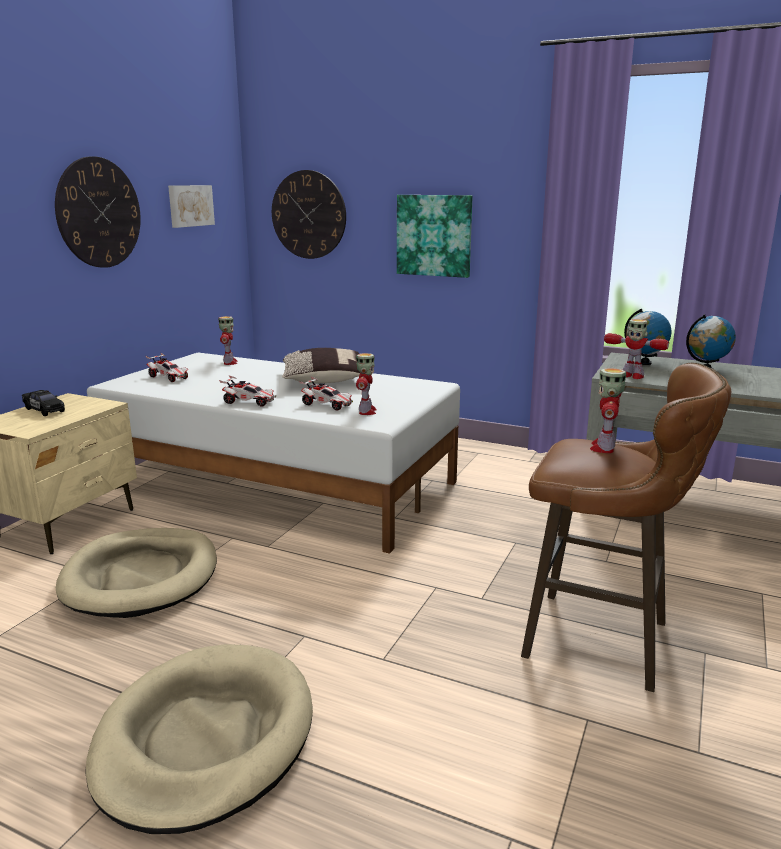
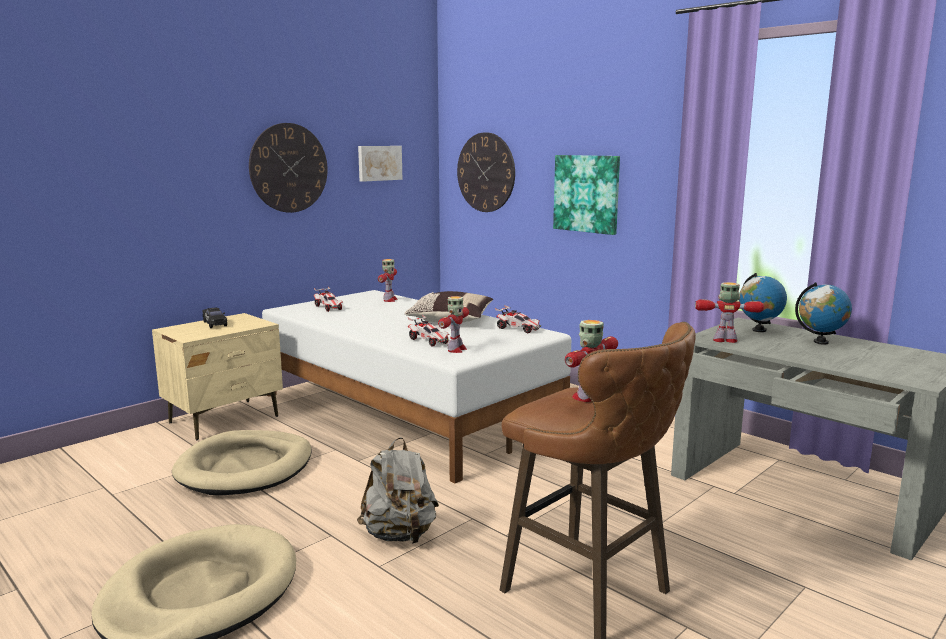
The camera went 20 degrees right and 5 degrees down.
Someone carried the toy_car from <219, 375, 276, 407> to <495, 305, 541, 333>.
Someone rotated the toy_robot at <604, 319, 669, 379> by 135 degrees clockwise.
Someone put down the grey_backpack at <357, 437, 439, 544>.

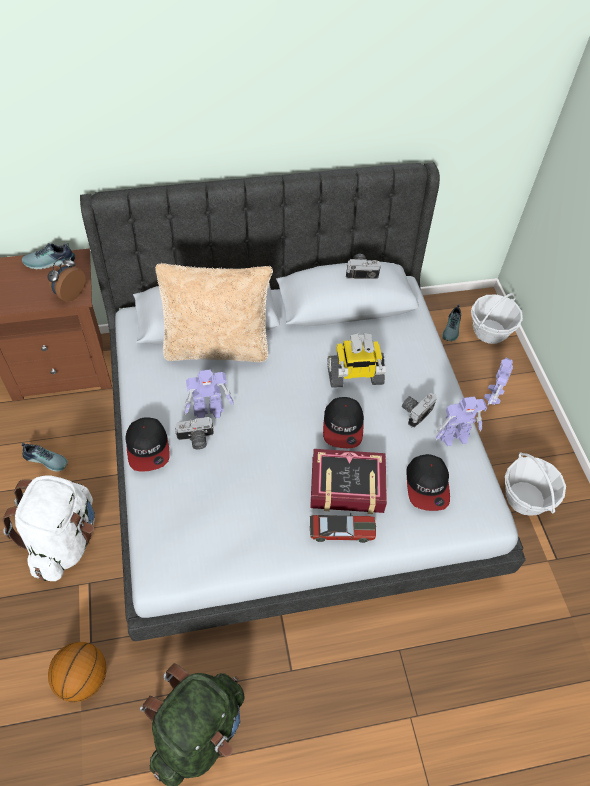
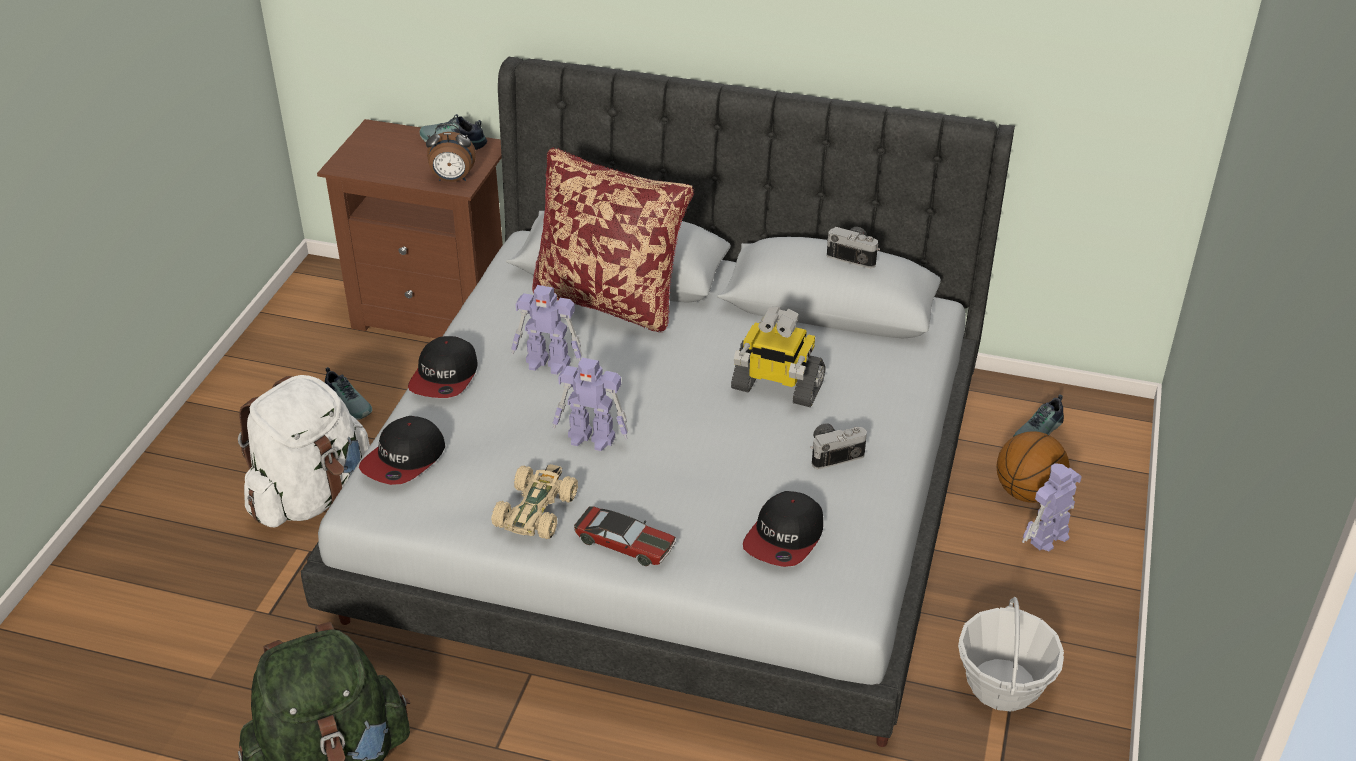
The camera went 30 degrees right and 15 degrees down.
Someone rotated the alarm_clock at <48, 257, 86, 302> by 150 degrees counterclockwise.
Someone carried the basketball from <48, 642, 107, 702> to <996, 431, 1070, 503>.
Someone repainted the beige_pillow at <155, 263, 273, 362>, which became the red_pillow at <532, 148, 694, 332>.
Someone took away the photo_camera at <175, 417, 214, 450>.
Someone took away the book at <310, 449, 387, 514>.
Someone carried the cap from <323, 397, 364, 448> to <359, 416, 445, 485>.
Someone carried the toy_robot from <435, 396, 487, 446> to <553, 357, 628, 451>.
Someone took away the basket at <471, 293, 523, 344>.
Someone put down the beige_toy_car at <491, 464, 578, 539>.

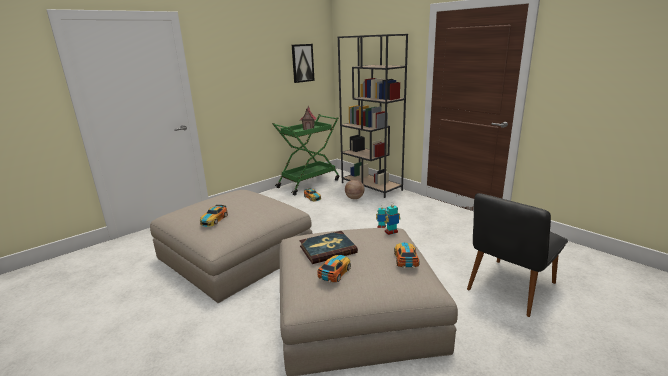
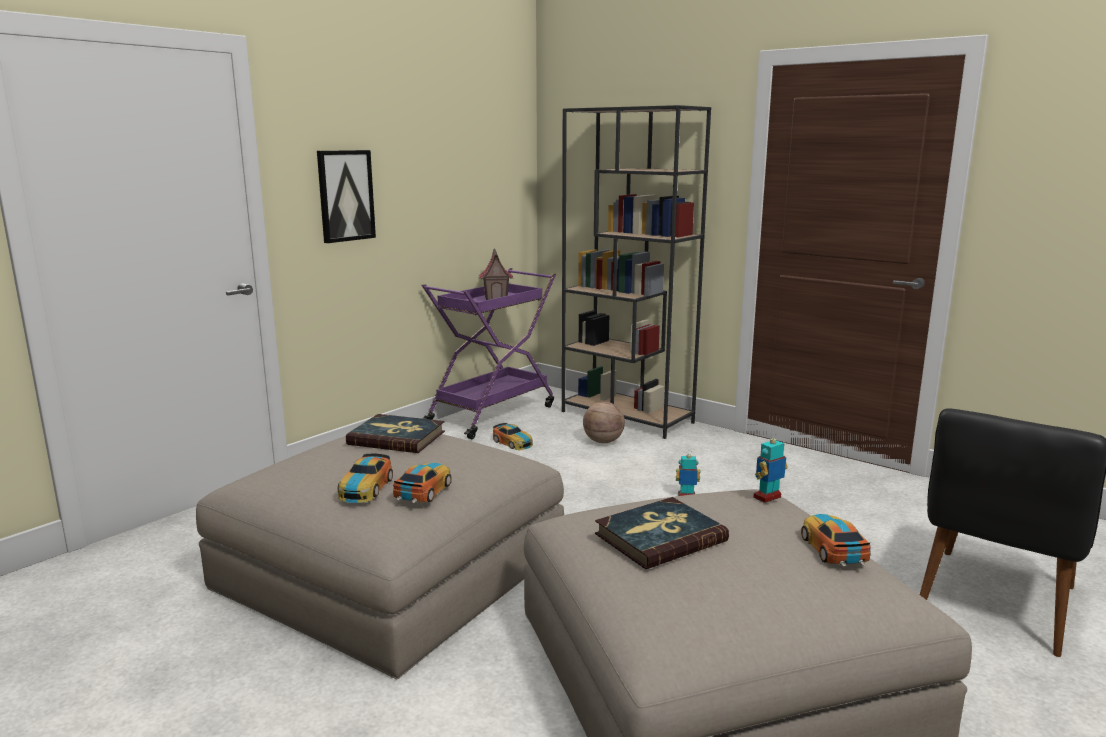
The camera went 10 degrees left and 5 degrees down.
Someone repainted the green_cart at <272, 114, 339, 195>, which became the purple_cart at <422, 268, 556, 439>.
Someone carried the picture from <292, 44, 314, 83> to <317, 150, 376, 243>.
Someone carried the toy_car from <317, 255, 351, 283> to <393, 463, 452, 503>.
Someone put down the book at <346, 414, 445, 453>.

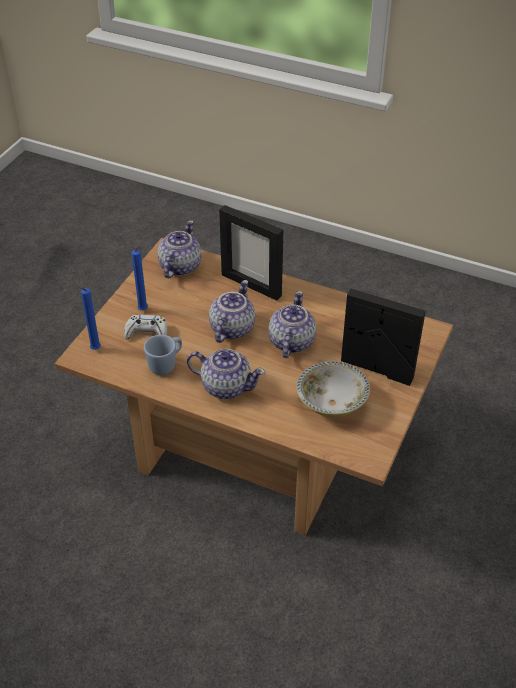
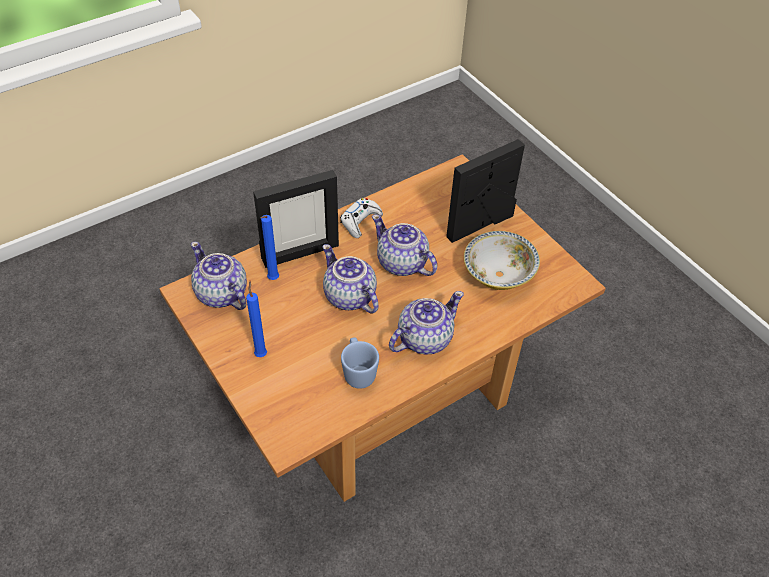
The camera went 60 degrees left and 5 degrees up.
Someone carried the blue_candle from <74, 285, 101, 350> to <261, 215, 279, 280>.
Someone carried the white_game_controller from <124, 315, 167, 340> to <340, 198, 383, 238>.

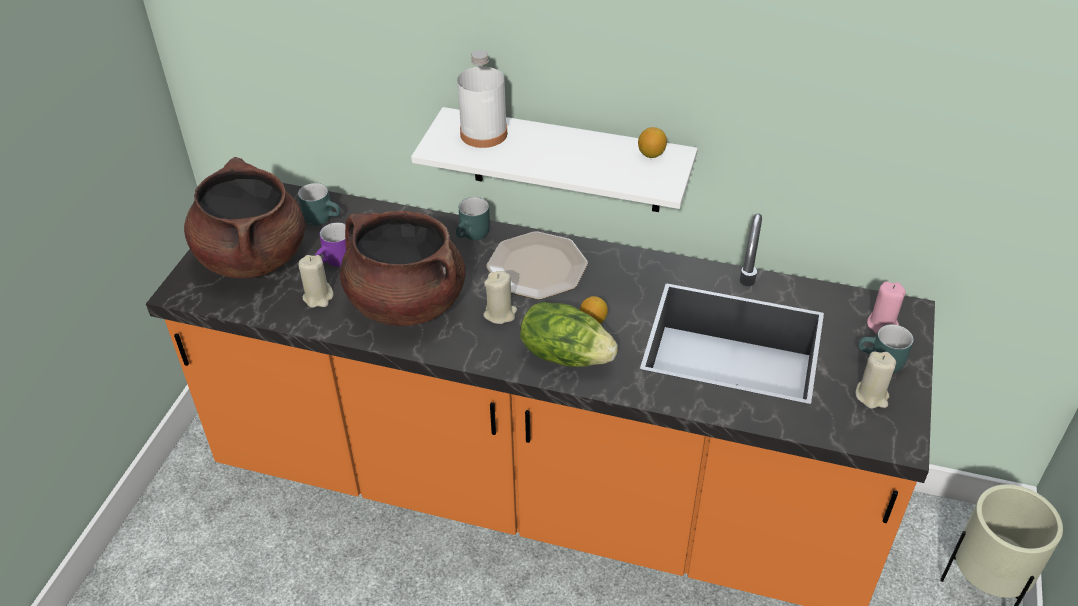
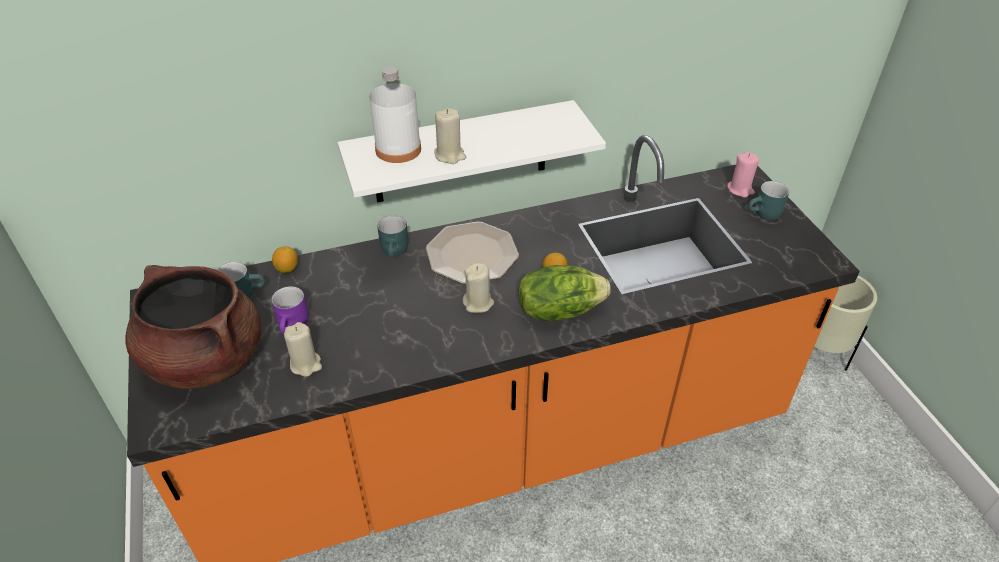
The camera went 35 degrees left and 0 degrees up.
Someone took away the brown_cooking_pot at <340, 211, 466, 326>.
Someone carried the lemon from <638, 127, 667, 158> to <272, 246, 298, 273>.
Someone carried the beige_candle from <856, 351, 896, 409> to <434, 108, 466, 164>.

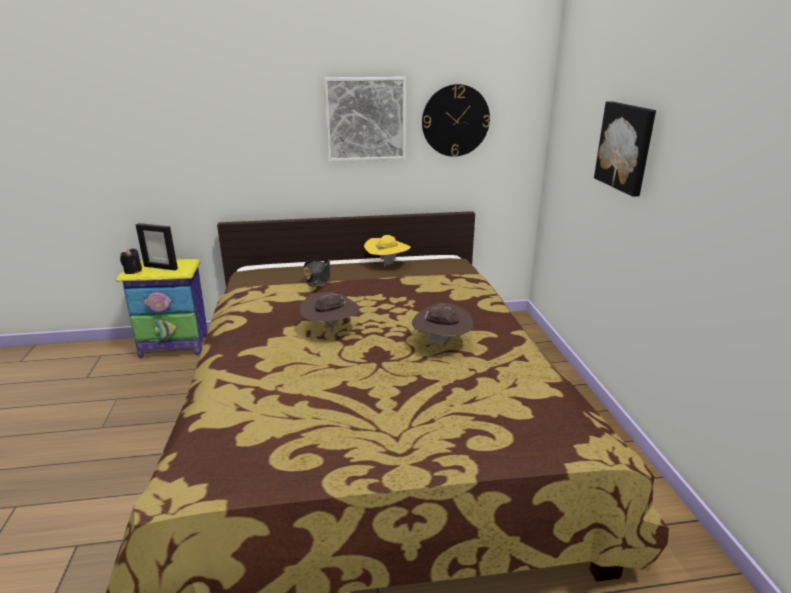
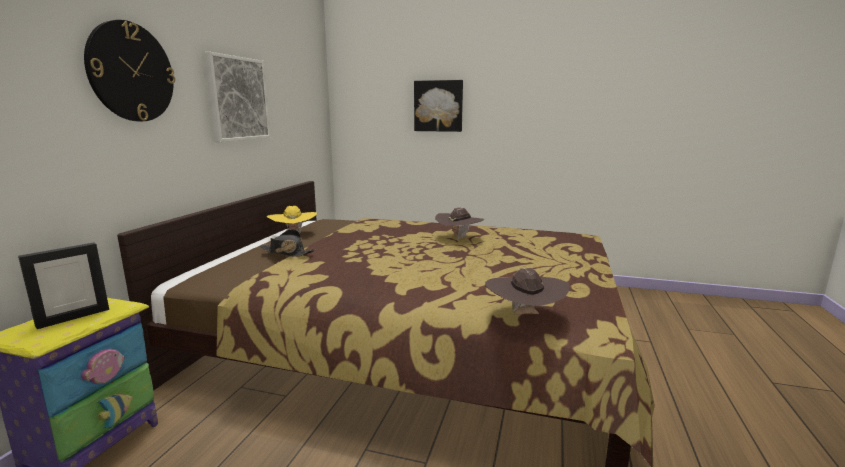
The camera went 65 degrees left and 10 degrees down.
Someone took away the black_candle at <120, 248, 142, 274>.
Someone carried the brown_hat from <300, 292, 359, 332> to <485, 268, 570, 315>.
Someone carried the wall_clock from <422, 84, 490, 157> to <84, 20, 175, 121>.

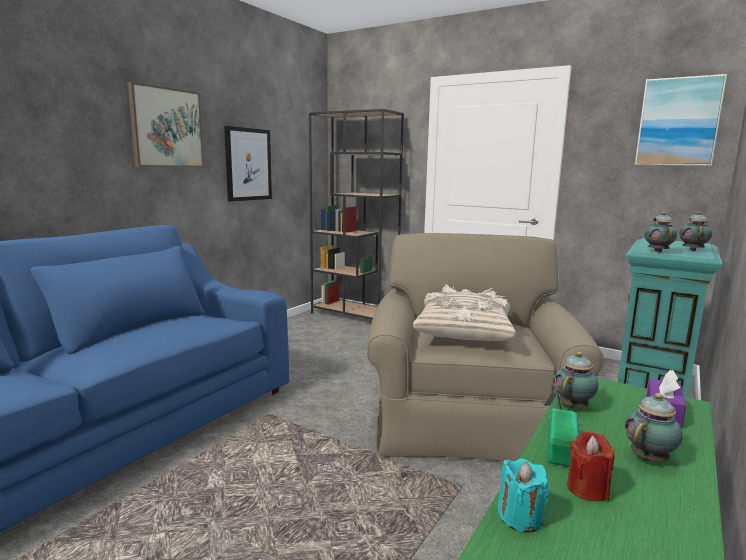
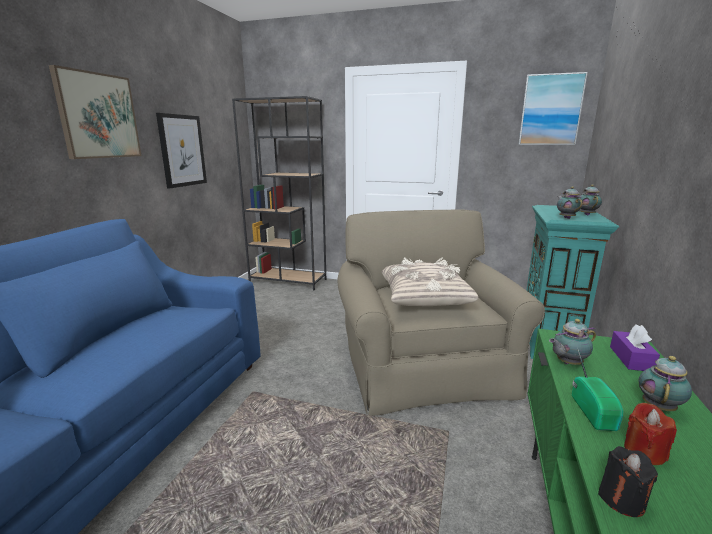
The camera went 15 degrees left and 5 degrees up.
Someone repainted the turquoise_candle at <498, 459, 550, 533>, which became the black_candle at <598, 446, 658, 517>.
Someone rotated the teapot at <554, 352, 598, 408> by 135 degrees counterclockwise.

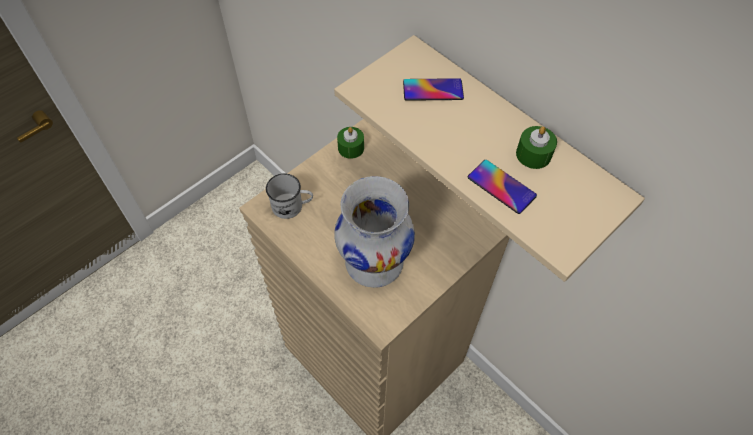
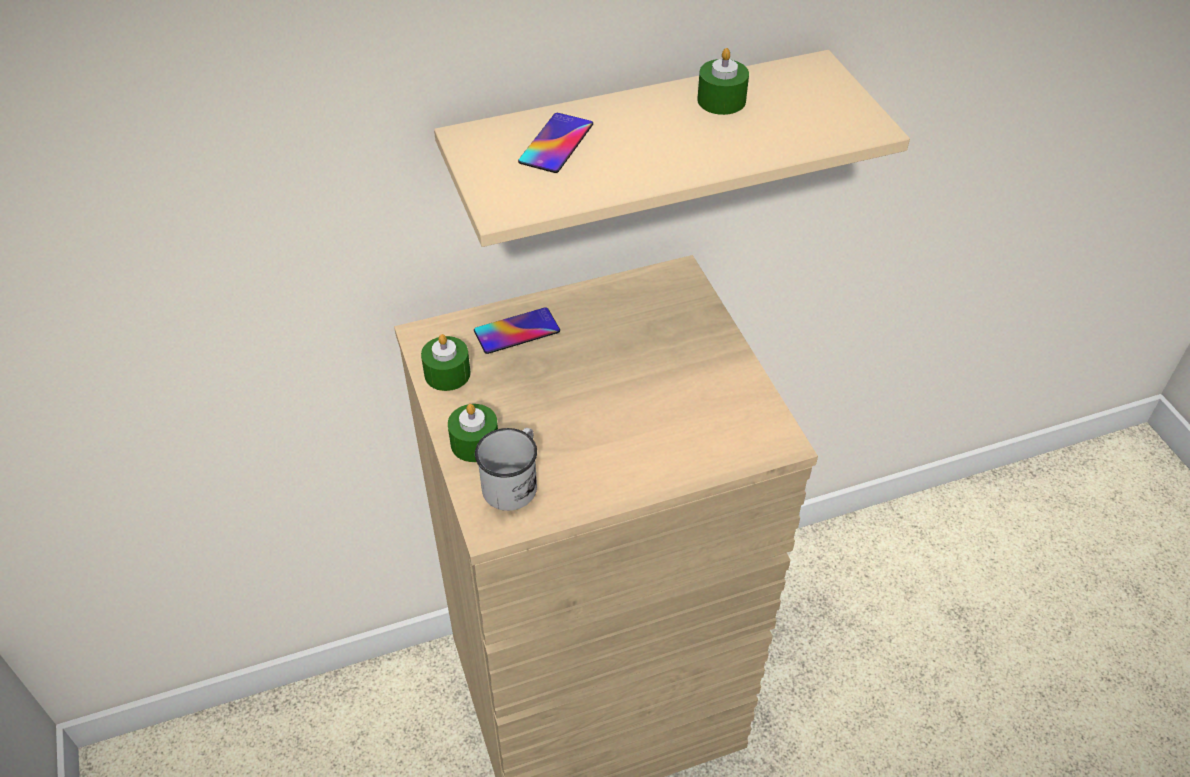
The camera went 65 degrees left and 10 degrees down.
Someone took away the white_vase at <334, 176, 415, 288>.
Someone carried the phone from <468, 160, 537, 214> to <474, 307, 560, 354>.
Someone put down the green_candle at <448, 404, 498, 462>.

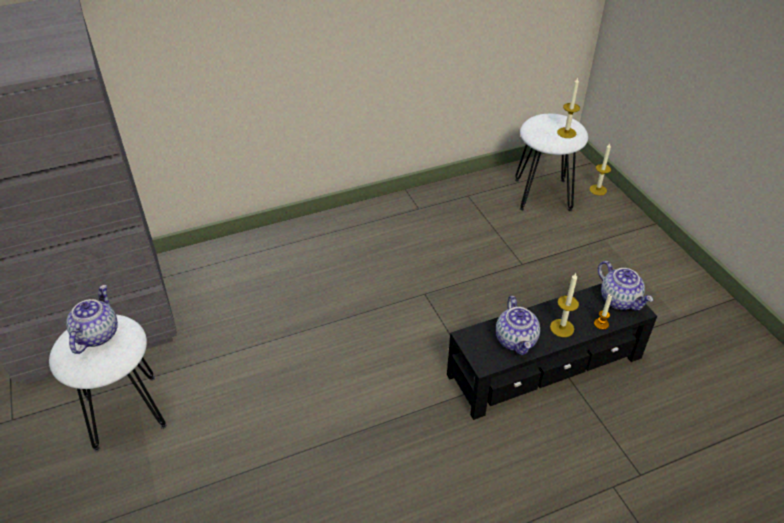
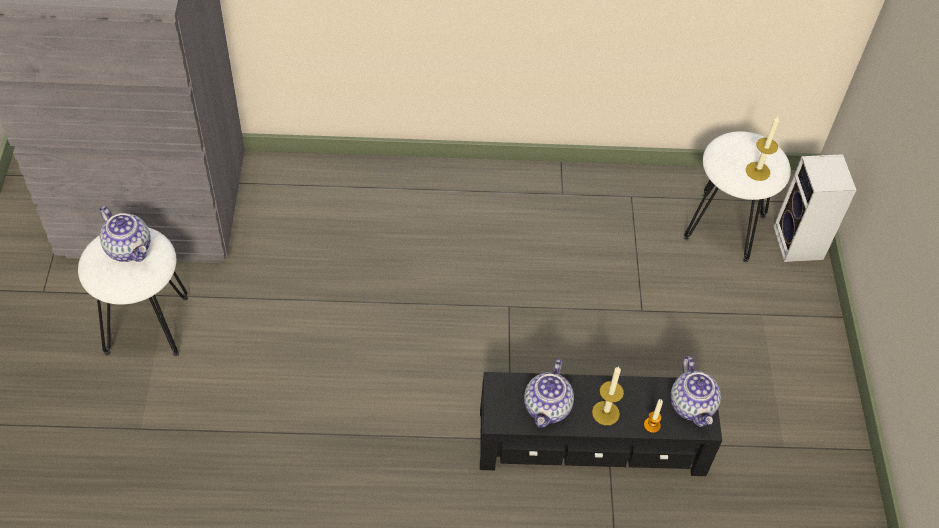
The camera went 20 degrees right and 10 degrees up.
Someone rotated the teapot at <66, 285, 118, 354> by 105 degrees clockwise.
Someone swapped the candle at <589, 143, 611, 195> for the speaker at <773, 154, 856, 262>.

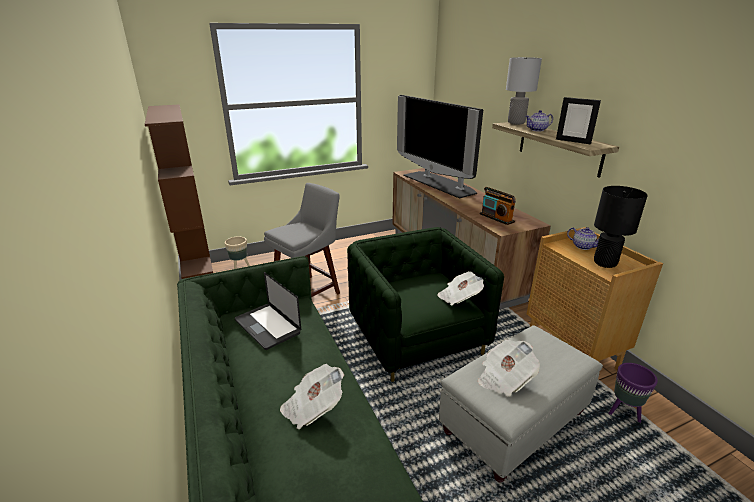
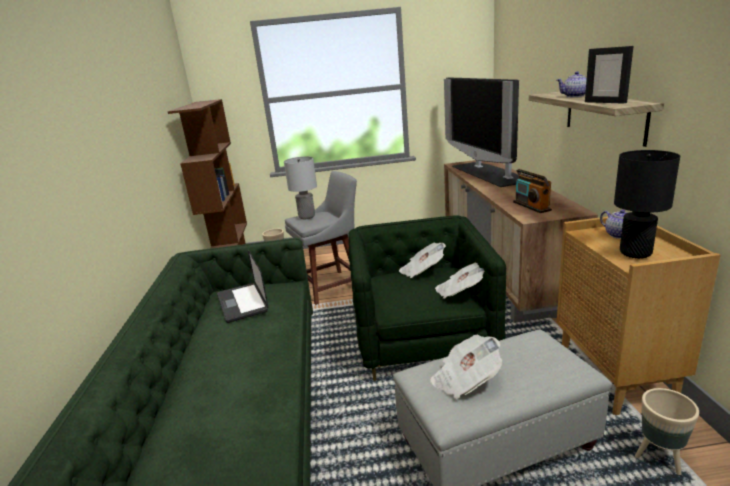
The camera went 20 degrees right and 5 degrees down.
Someone carried the newspaper from <280, 364, 344, 429> to <399, 243, 446, 278>.
Someone carried the grey_table_lamp from <506, 57, 542, 125> to <284, 156, 317, 220>.
Someone repainted the purple_planter at <609, 363, 658, 423>, which became the beige_planter at <635, 388, 699, 475>.

